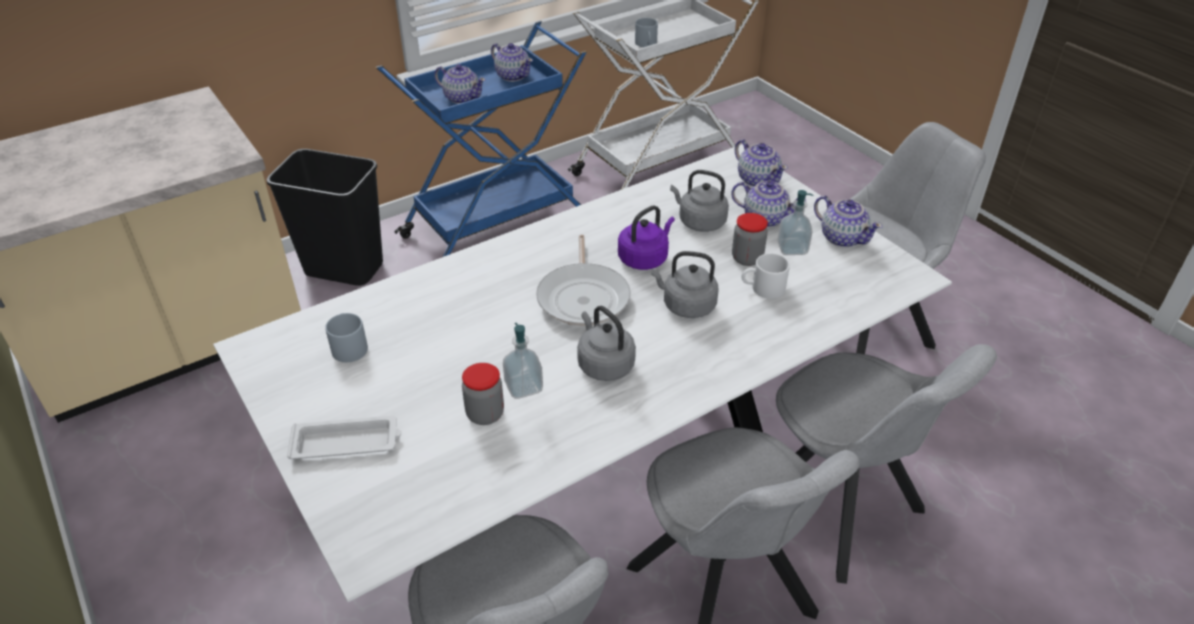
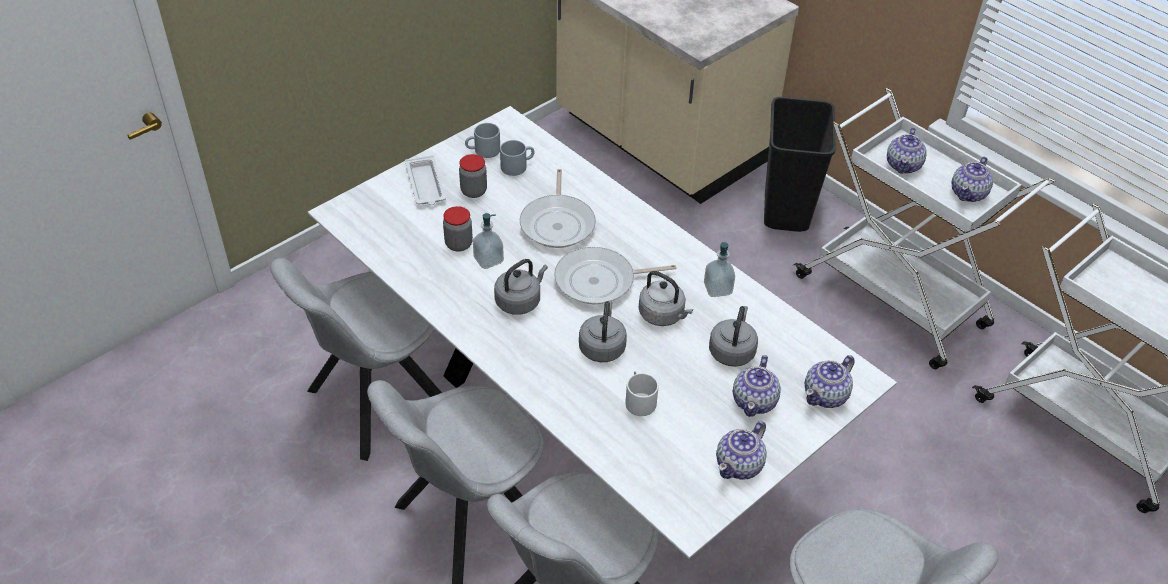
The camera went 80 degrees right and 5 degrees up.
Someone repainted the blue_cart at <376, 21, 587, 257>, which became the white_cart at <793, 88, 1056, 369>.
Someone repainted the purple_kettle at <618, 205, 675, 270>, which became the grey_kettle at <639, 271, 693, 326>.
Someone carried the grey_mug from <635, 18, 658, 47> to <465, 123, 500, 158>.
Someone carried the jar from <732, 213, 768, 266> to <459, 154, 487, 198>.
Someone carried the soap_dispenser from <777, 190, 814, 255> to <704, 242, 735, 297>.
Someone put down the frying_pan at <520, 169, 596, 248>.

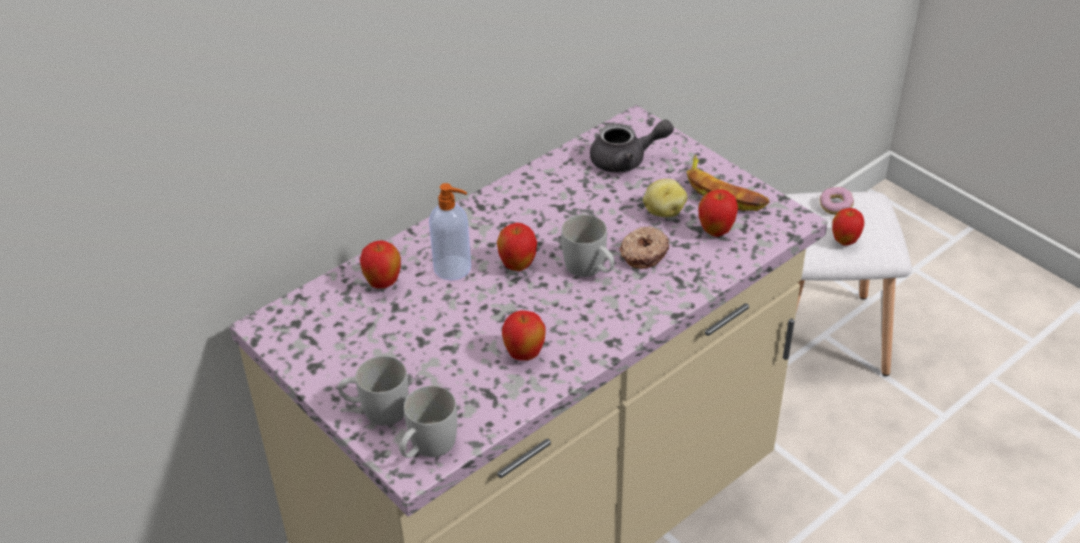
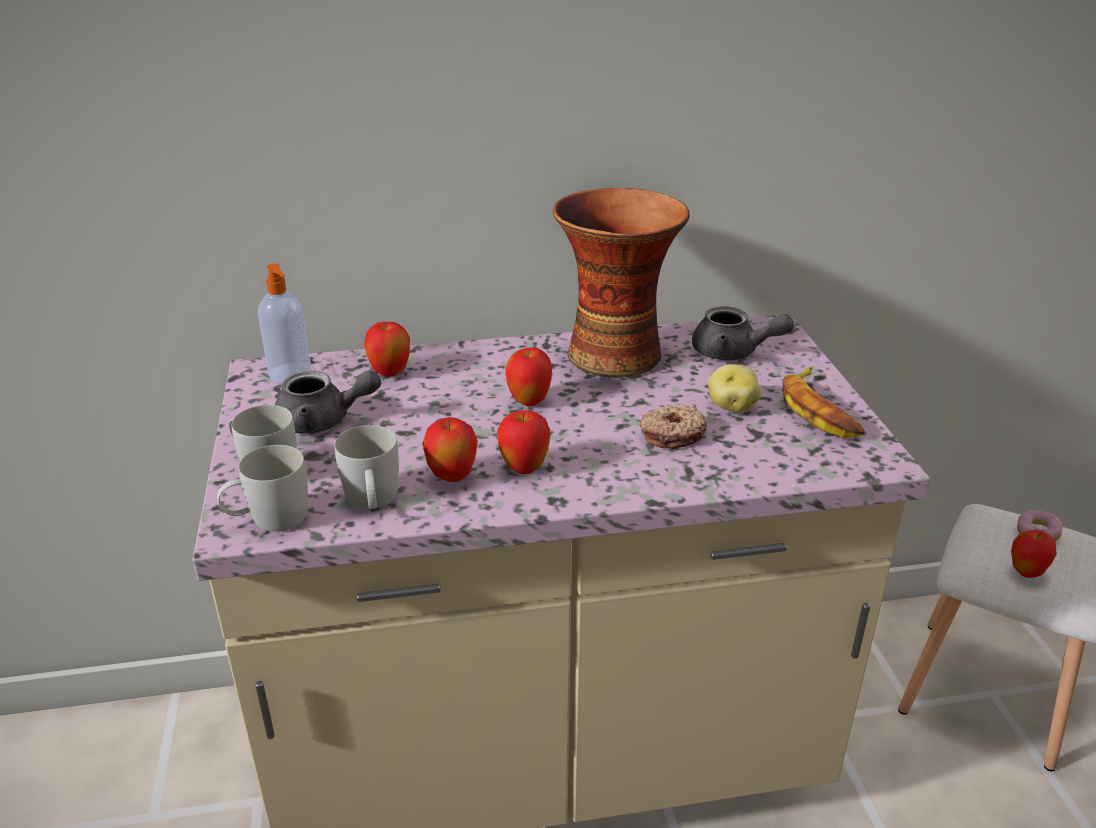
The camera went 30 degrees right and 10 degrees down.
Someone carried the soap_dispenser from <429, 183, 471, 280> to <258, 264, 312, 383>.
Someone carried the white_mug from <561, 215, 615, 277> to <334, 425, 399, 509>.
Someone carried the apple from <698, 190, 738, 237> to <497, 410, 550, 474>.
Someone put down the grey_teapot at <275, 370, 381, 434>.
Someone put down the vase at <553, 188, 690, 378>.

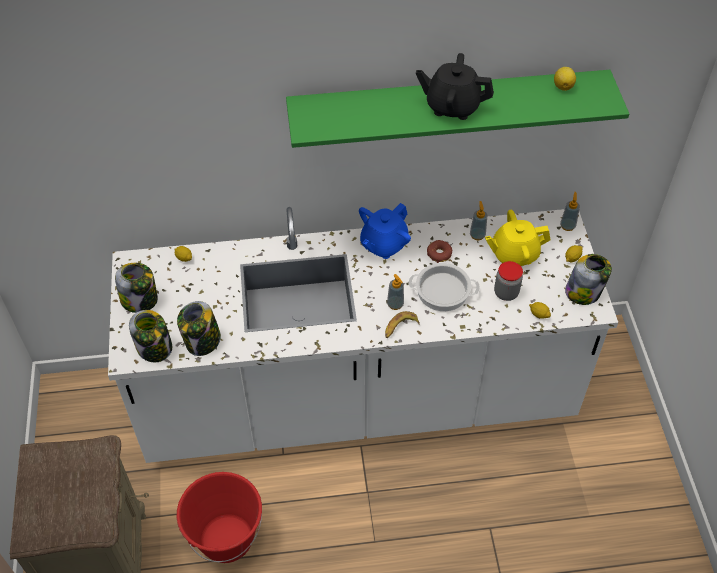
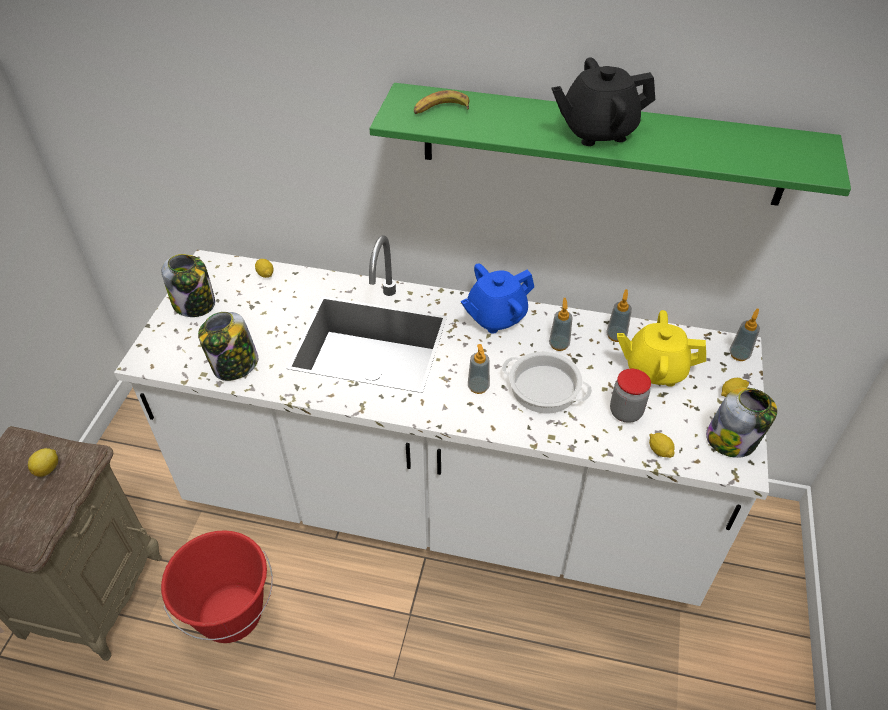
The camera went 20 degrees right and 5 degrees down.
Someone took away the jar at <129, 310, 172, 362>.
Someone carried the banana from <385, 311, 420, 338> to <414, 90, 469, 114>.
Someone rotated the black_teapot at <416, 53, 494, 120> by 45 degrees counterclockwise.
Someone swapped the donut at <427, 240, 452, 263> for the soap_dispenser at <549, 298, 573, 351>.
Someone carried the lemon from <554, 67, 576, 91> to <28, 448, 58, 477>.

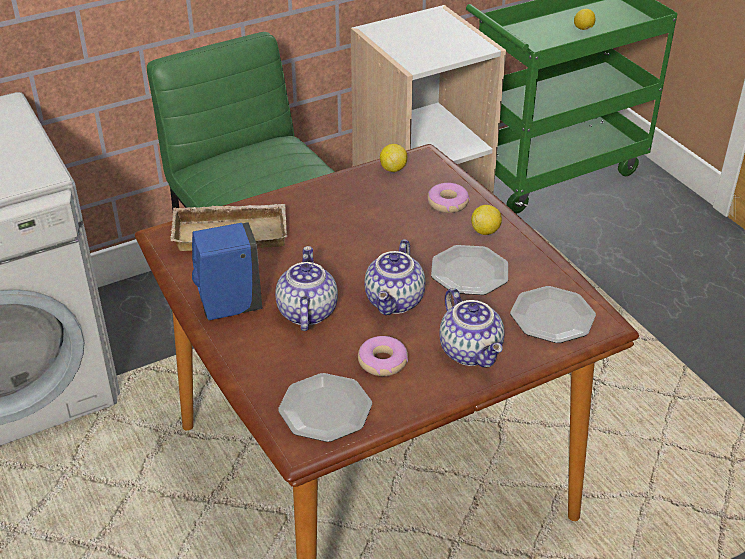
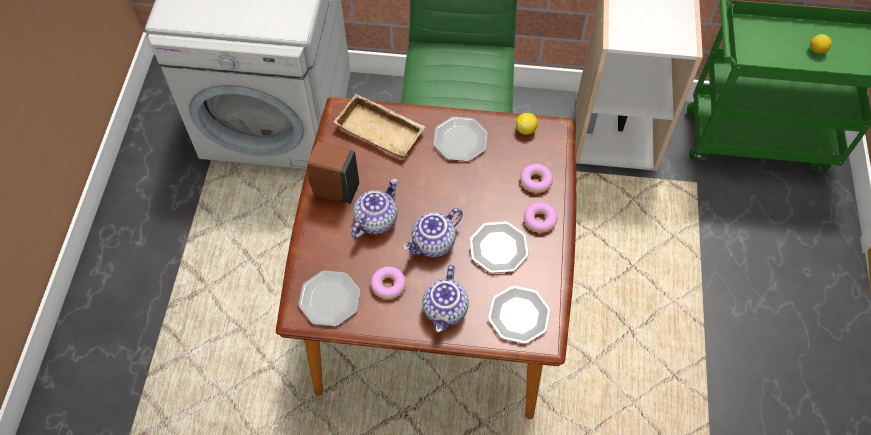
The camera went 35 degrees right and 20 degrees up.
Someone repainted the blue_soap_dispenser at <192, 222, 262, 320>, which became the brown_soap_dispenser at <307, 141, 359, 204>.
Someone swapped the lemon at <471, 205, 502, 235> for the donut at <523, 202, 558, 233>.
Someone put down the plate at <433, 116, 488, 161>.

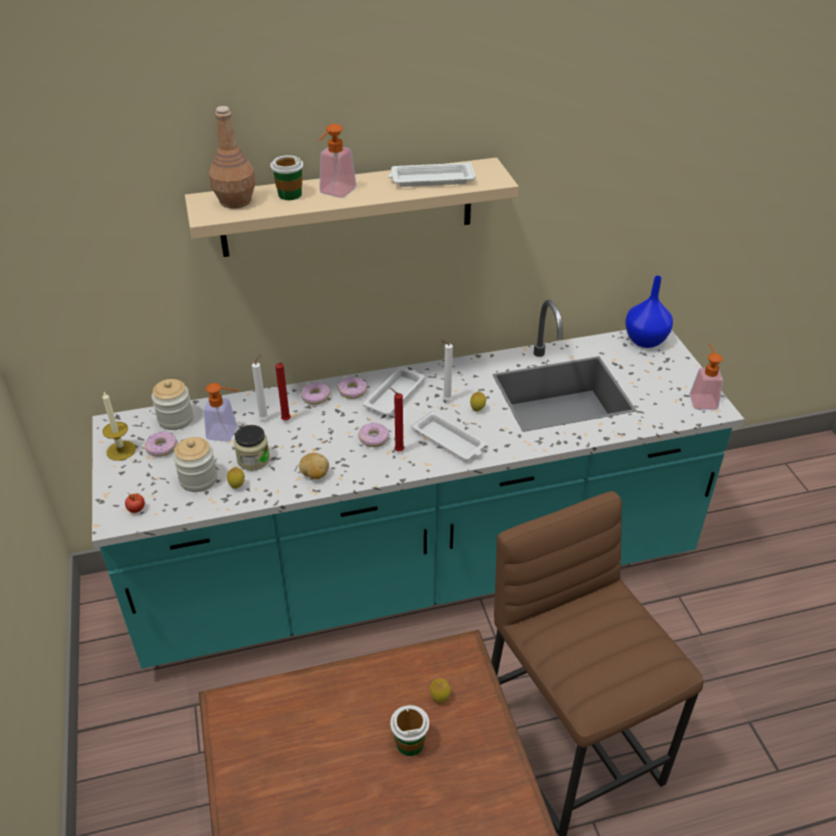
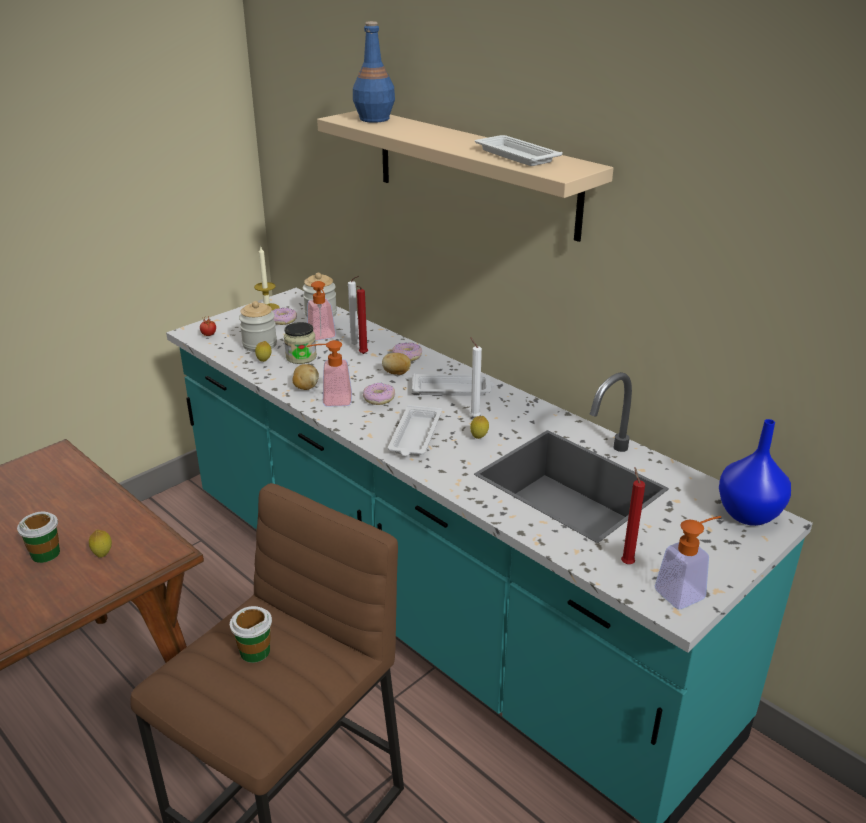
The camera went 60 degrees right and 10 degrees down.
Someone repainted the brown_bottle at <209, 106, 256, 209>, which became the blue_bottle at <353, 21, 395, 123>.
Someone carried the cup from <270, 155, 304, 200> to <230, 606, 272, 663>.
Someone carried the soap_dispenser from <319, 124, 356, 198> to <306, 340, 352, 407>.
Someone took away the donut at <338, 377, 367, 399>.
Someone carried the red_candle from <390, 388, 404, 451> to <621, 467, 645, 564>.
Someone put down the potato at <382, 353, 411, 375>.

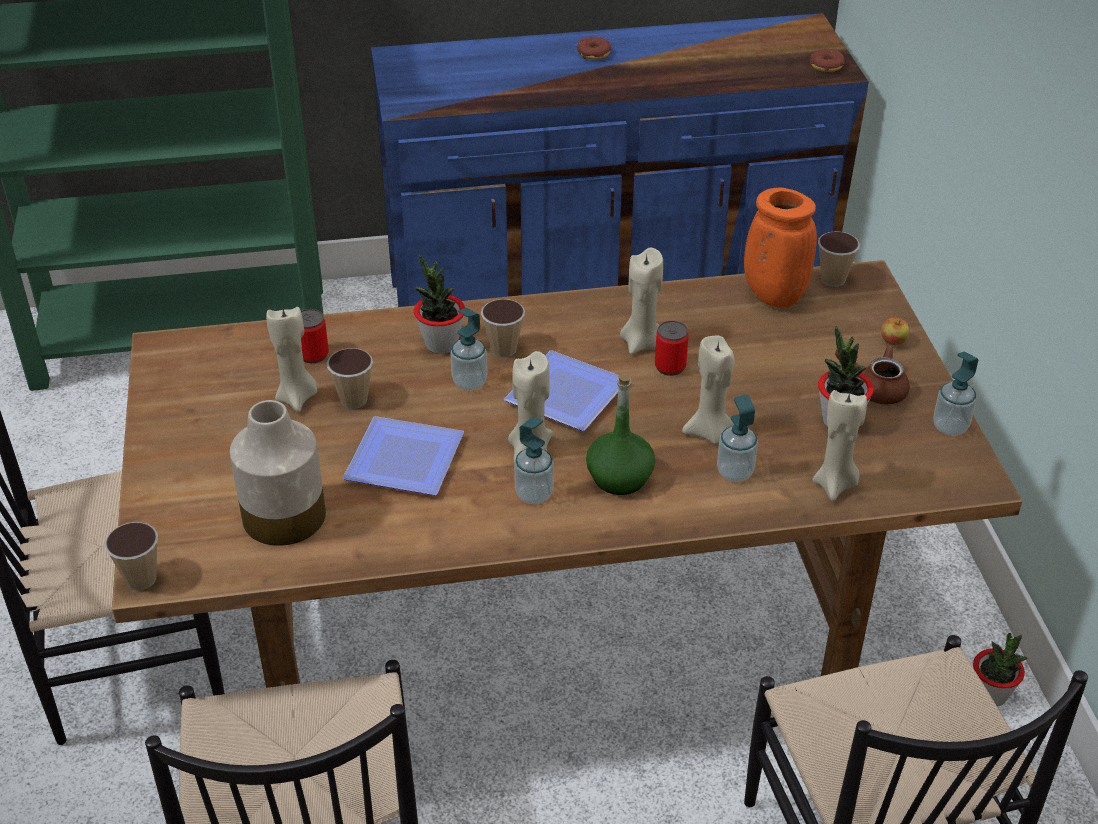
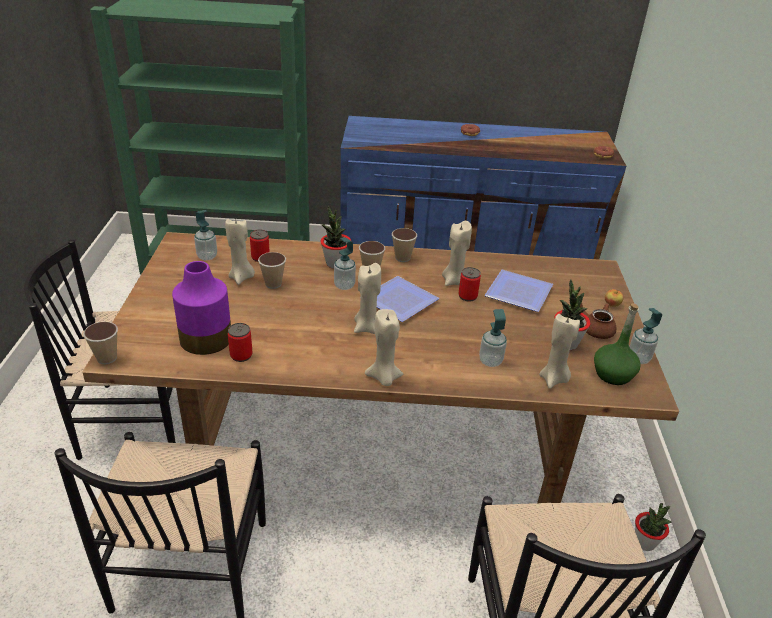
The camera went 10 degrees right and 5 degrees down.
Someone repainted the beige_vase at <230, 400, 326, 546>, which became the purple_vase at <172, 261, 231, 355>.
Someone carried the plate from <343, 416, 464, 495> to <485, 270, 553, 312>.
Someone carried the soap_dispenser from <514, 417, 554, 505> to <194, 210, 217, 261>.
Someone carried the green_bottle from <586, 373, 655, 495> to <594, 303, 641, 385>.
Someone carried the beige_candle from <682, 336, 735, 444> to <365, 309, 403, 386>.
Someone took away the orange_vase at <744, 188, 817, 308>.
Someone carried the cup from <818, 231, 860, 287> to <392, 228, 417, 262>.
Someone put down the can at <228, 323, 252, 362>.

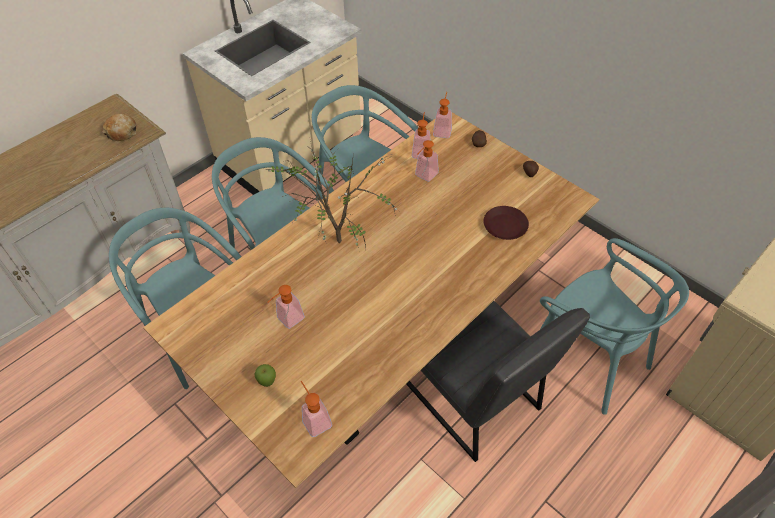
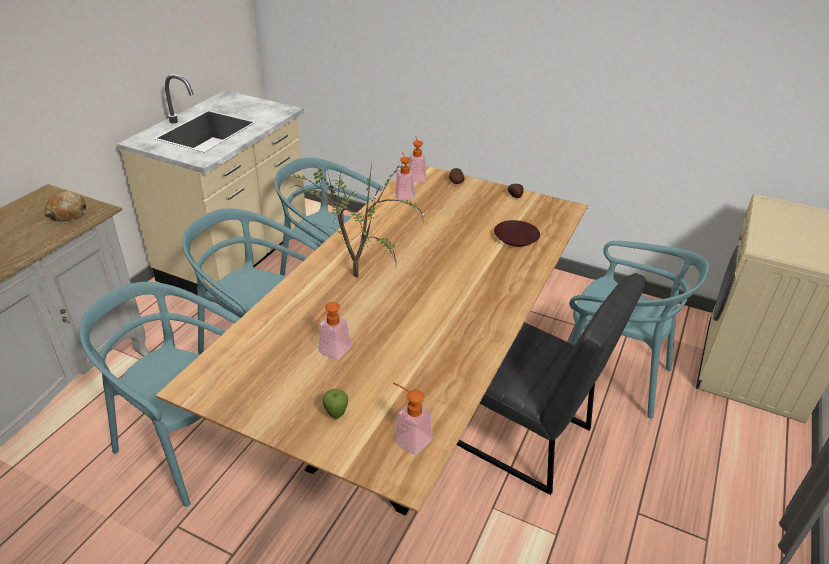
The camera went 20 degrees left and 15 degrees down.
Someone took away the soap_dispenser at <415, 140, 439, 182>.

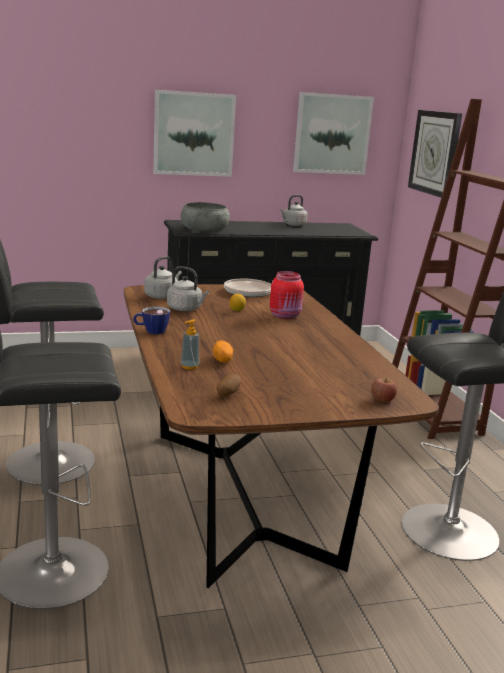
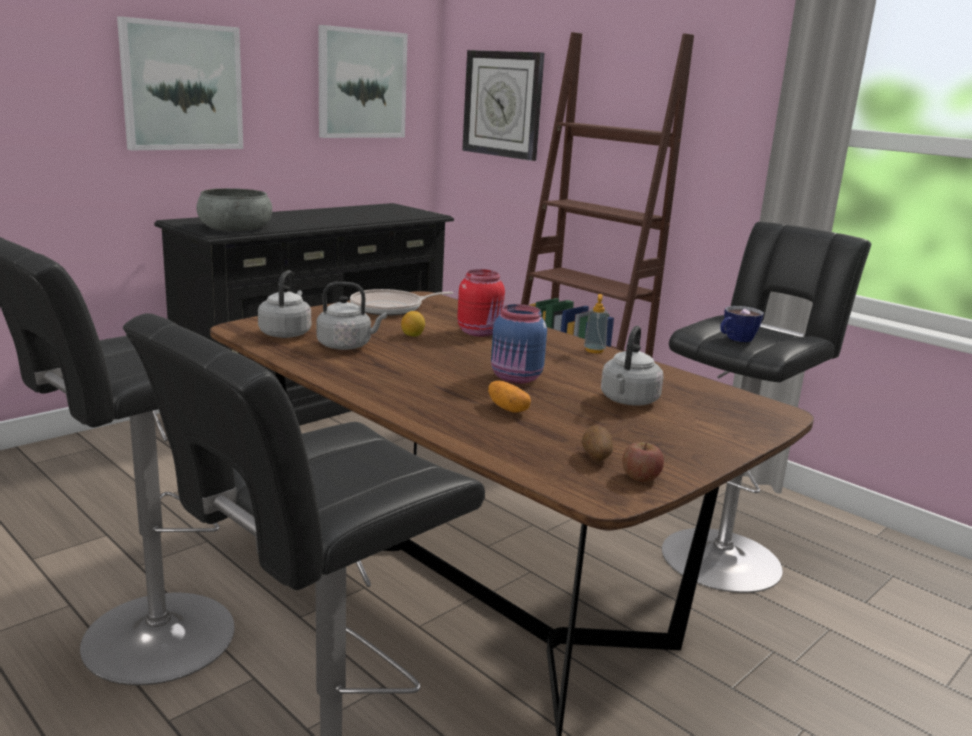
The camera went 30 degrees left and 0 degrees up.
Someone carried the cup from <133, 306, 170, 334> to <720, 306, 764, 342>.
Someone carried the soap_dispenser from <181, 319, 199, 370> to <584, 294, 608, 353>.
Someone carried the grey_kettle from <280, 195, 308, 226> to <601, 326, 663, 406>.
Someone carried the apple from <371, 378, 397, 403> to <622, 442, 664, 482>.
Someone put down the blue_jar at <491, 304, 547, 384>.

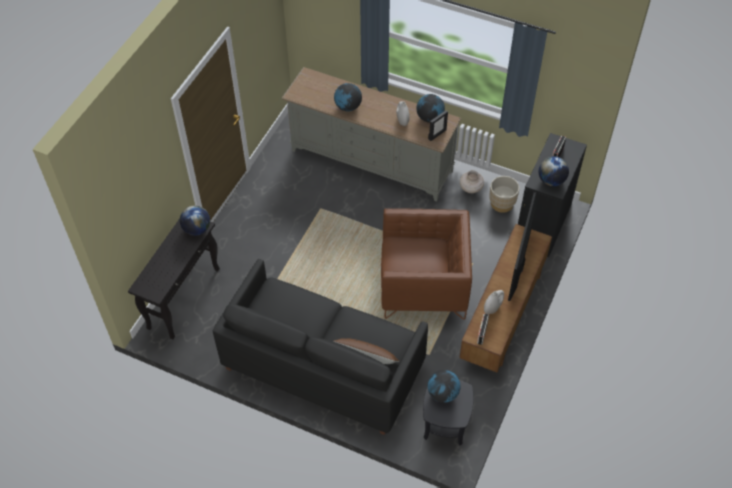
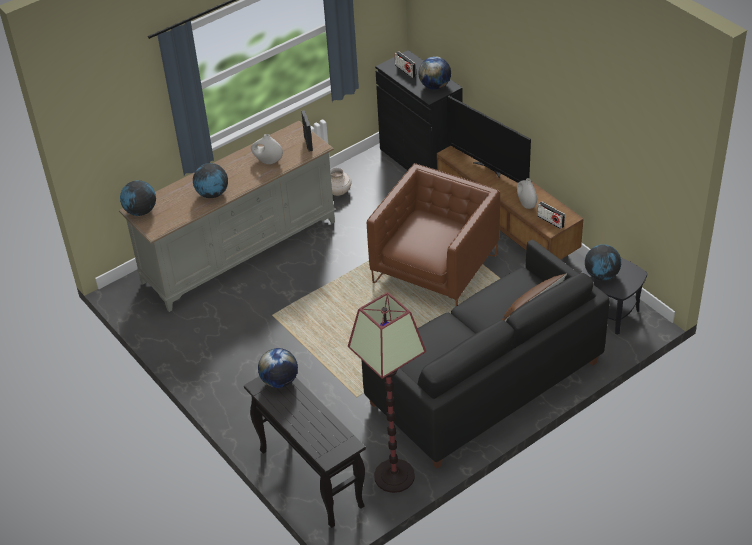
The camera went 60 degrees left and 10 degrees down.
Someone carried the globe from <416, 94, 445, 123> to <120, 180, 156, 216>.
Someone took away the beige_planter at <489, 176, 519, 213>.
Someone put down the floor_lamp at <348, 292, 426, 493>.

